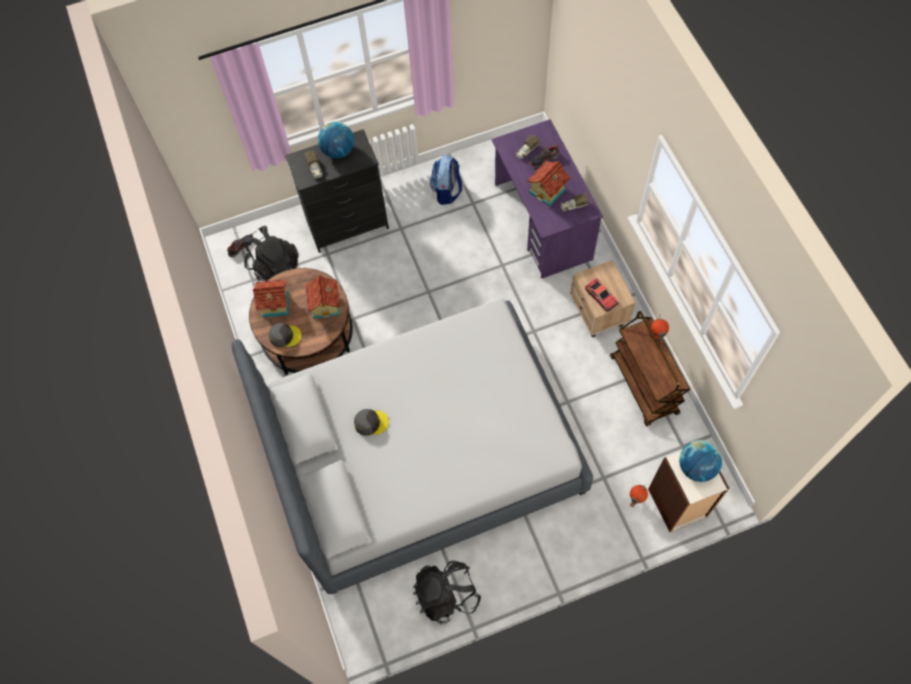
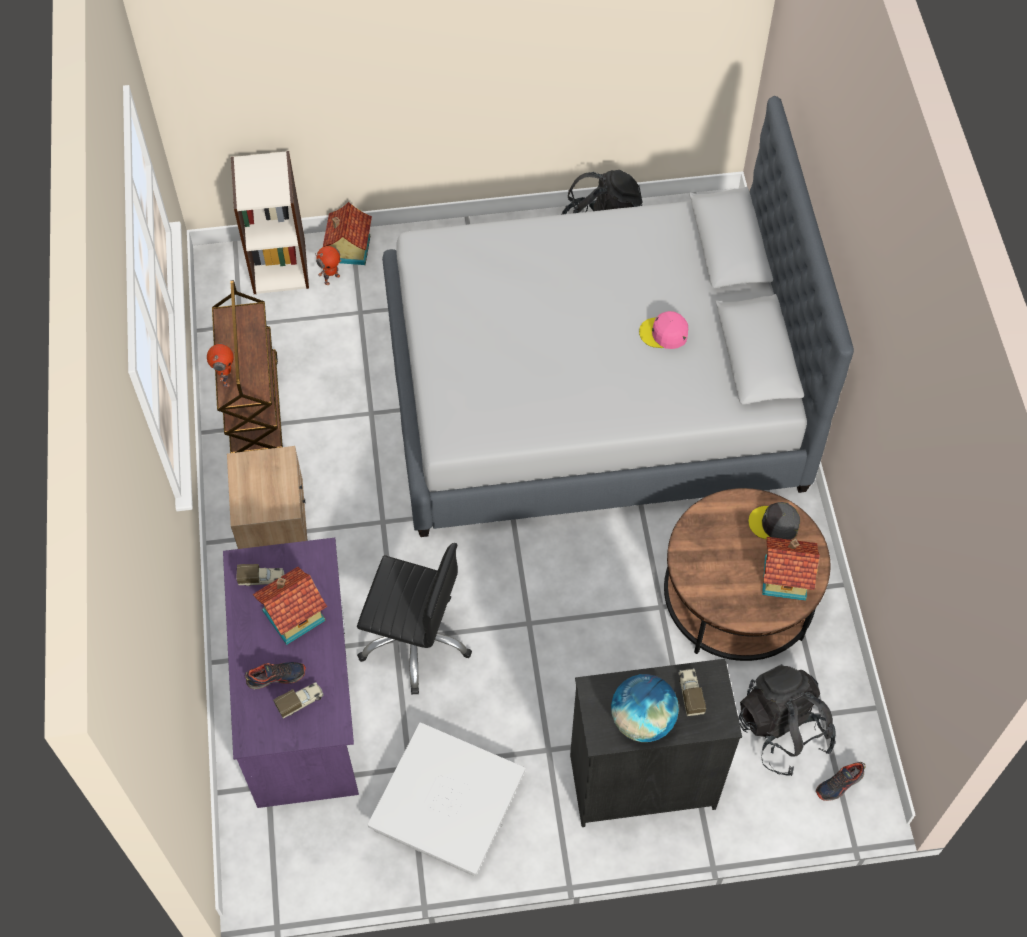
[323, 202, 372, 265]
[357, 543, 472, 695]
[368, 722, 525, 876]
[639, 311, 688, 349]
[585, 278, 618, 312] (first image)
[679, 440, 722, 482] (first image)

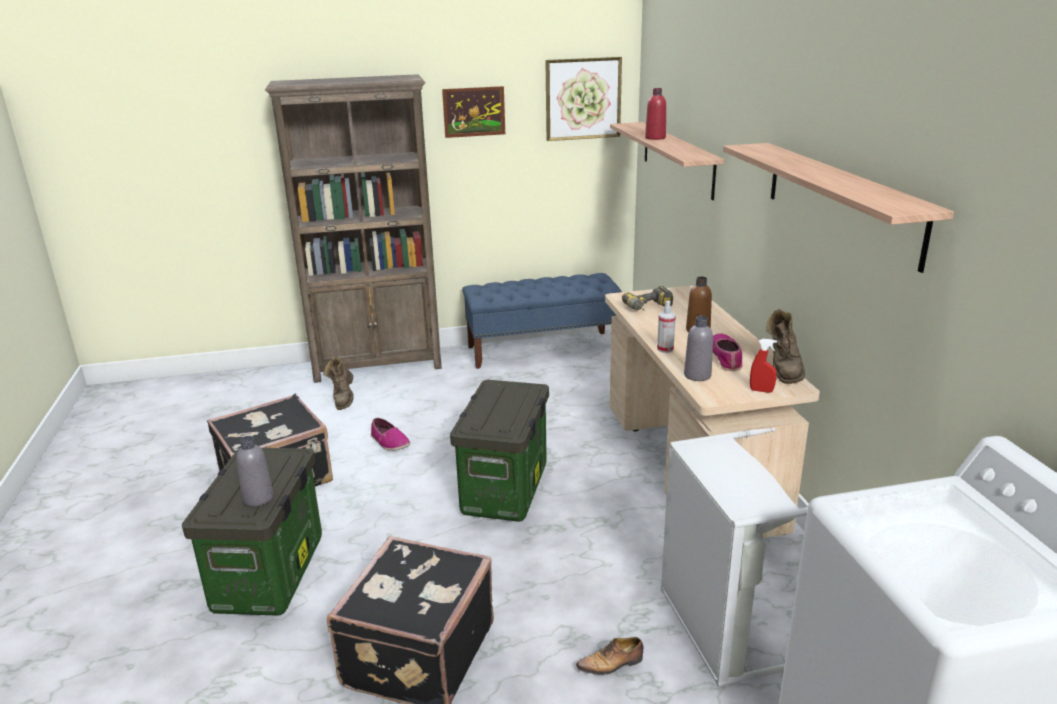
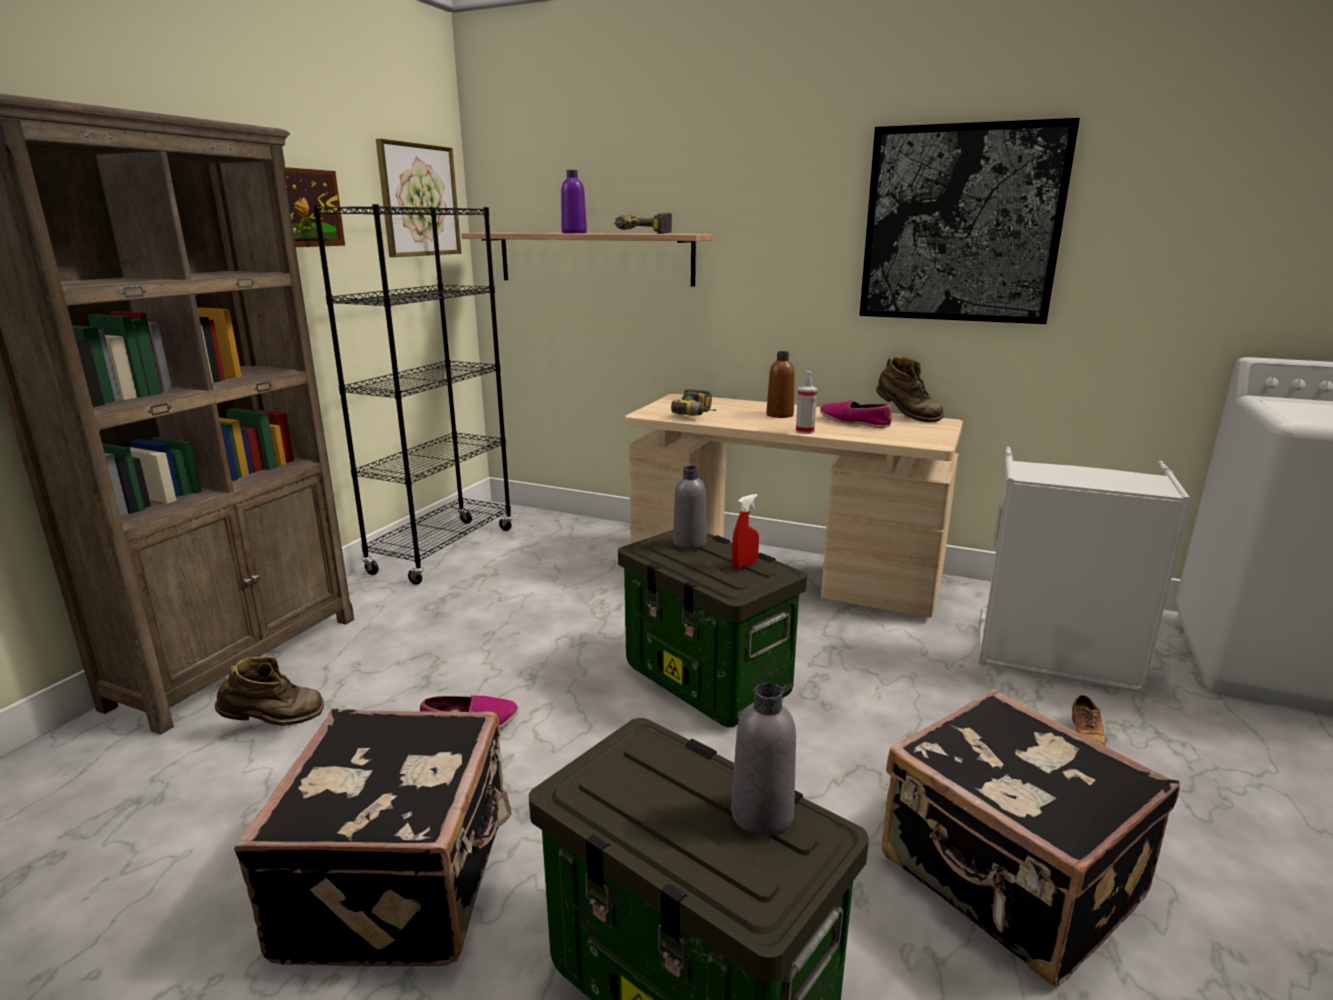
[215, 656, 324, 726]
[313, 204, 513, 584]
[561, 170, 587, 233]
[614, 213, 672, 234]
[673, 466, 707, 549]
[732, 494, 759, 568]
[860, 118, 1080, 324]

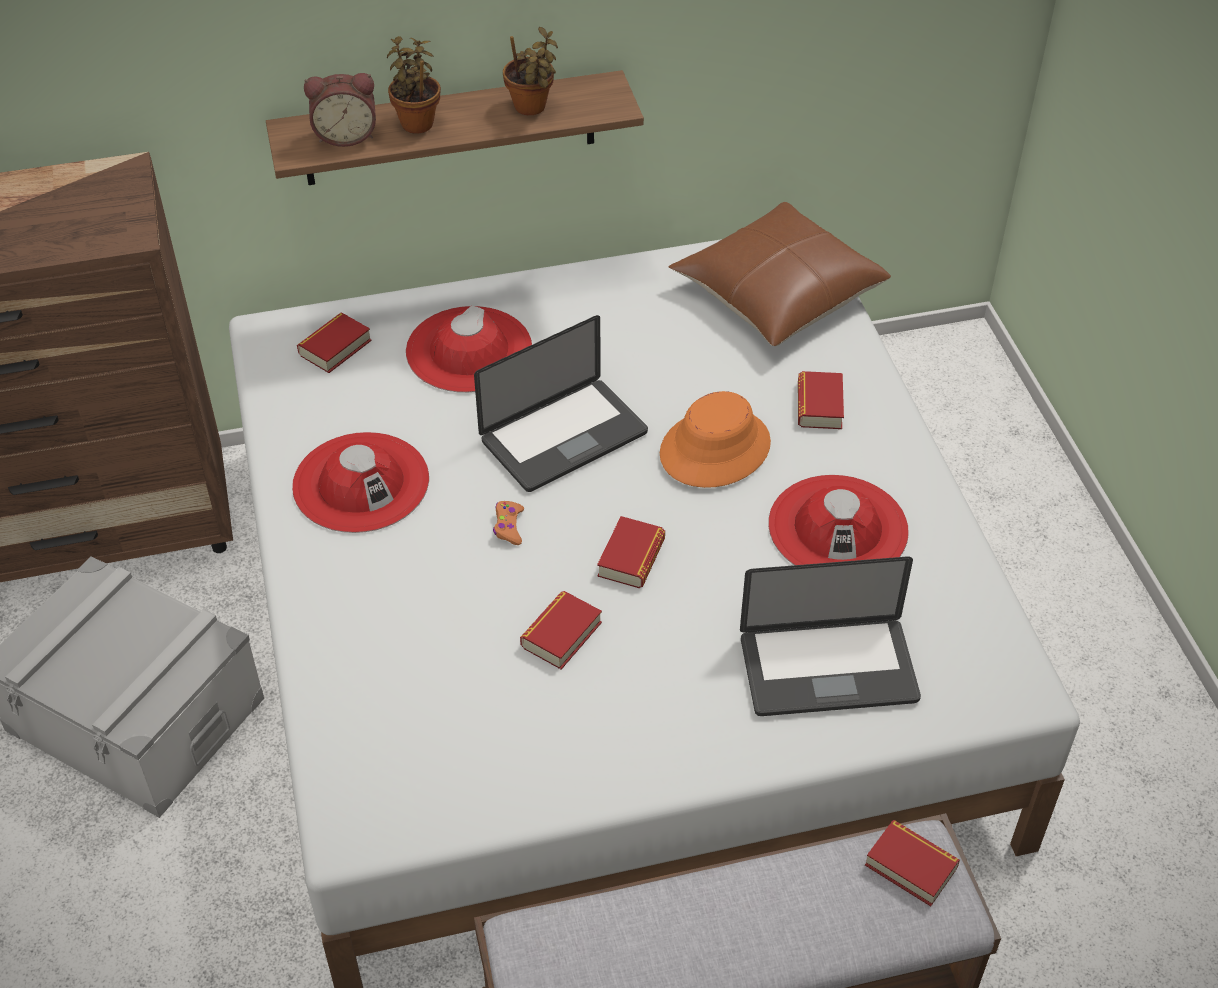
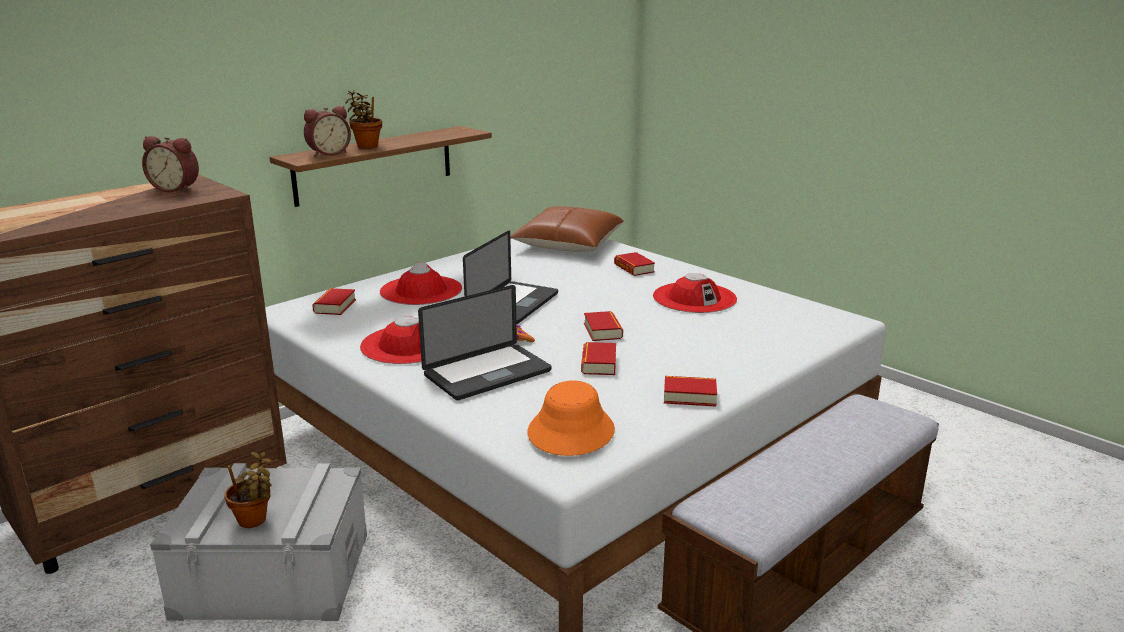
[142, 136, 199, 192]
[224, 452, 272, 528]
[418, 285, 552, 400]
[528, 380, 615, 456]
[664, 376, 717, 406]

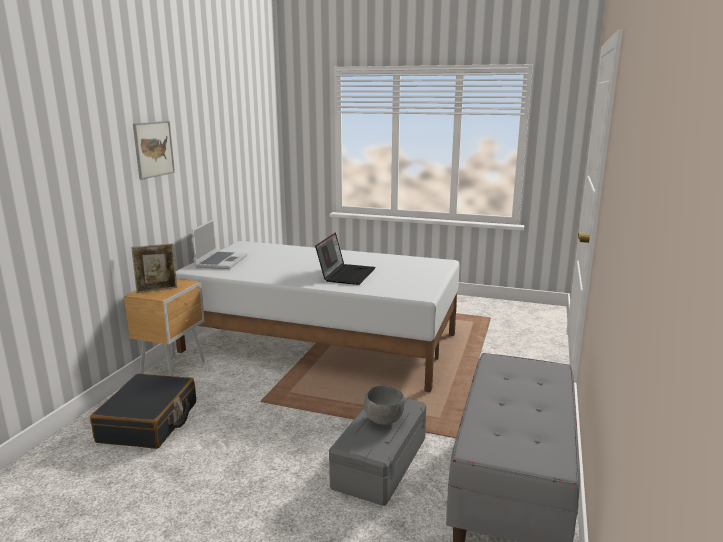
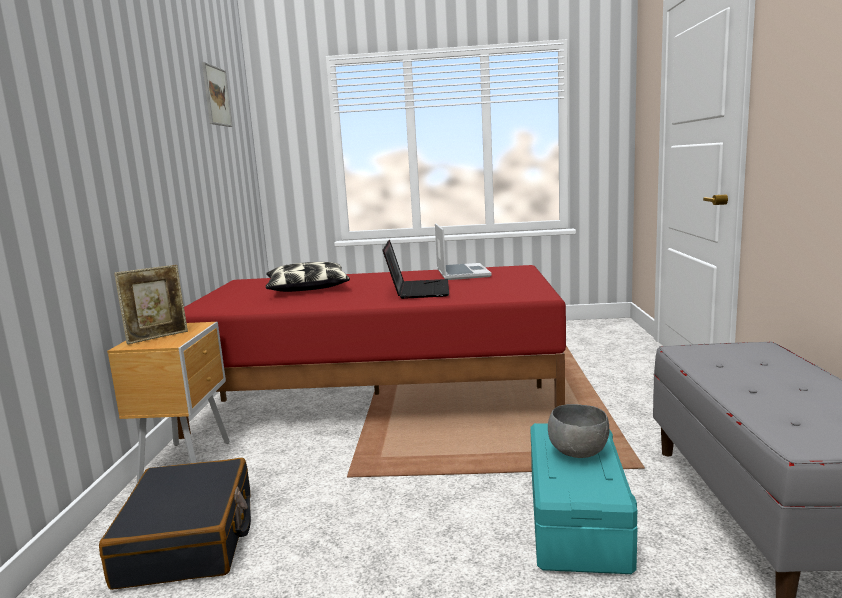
[177, 265, 566, 439]
[202, 62, 233, 127]
[266, 262, 350, 292]
[435, 223, 492, 280]
[531, 423, 637, 574]

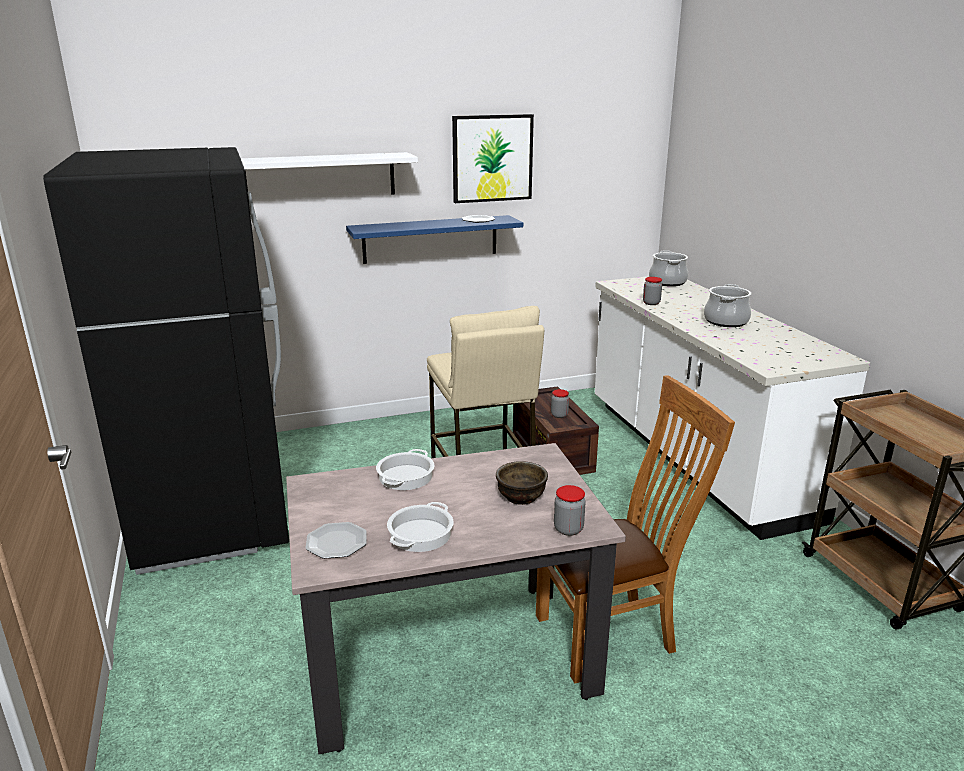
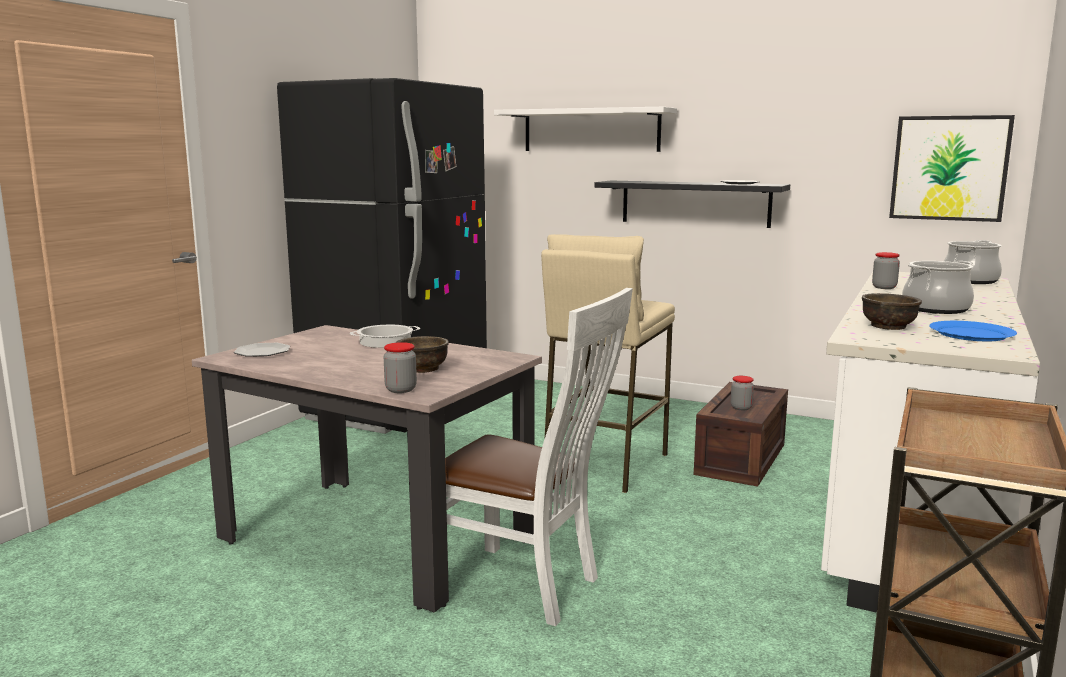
[445, 288, 633, 626]
[594, 181, 790, 228]
[862, 293, 922, 330]
[889, 115, 1015, 222]
[929, 321, 1017, 341]
[387, 502, 453, 552] (first image)

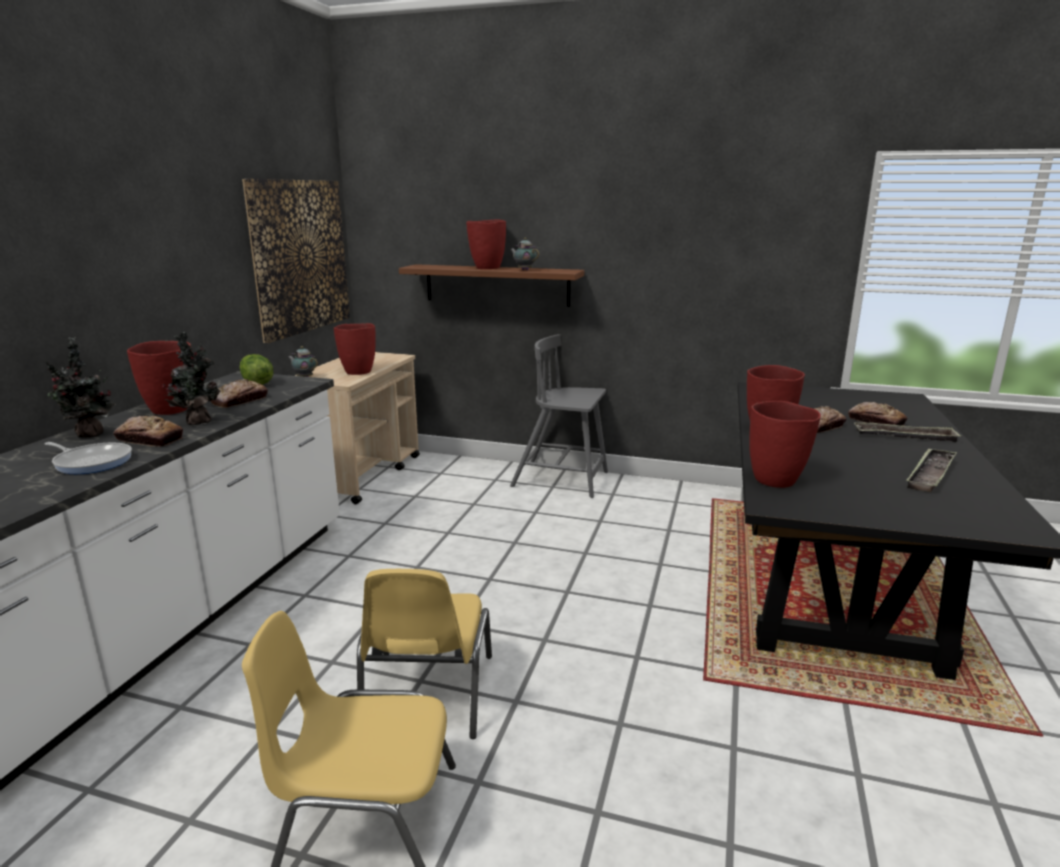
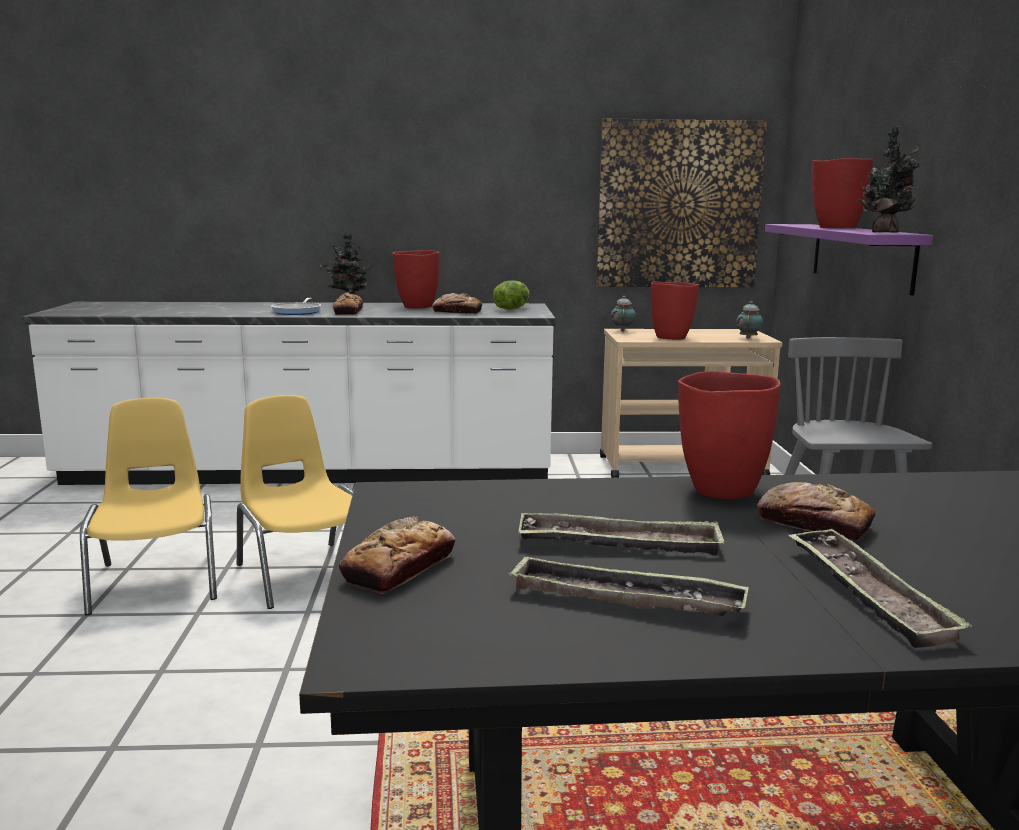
[237, 395, 353, 609]
[339, 516, 456, 594]
[518, 513, 725, 556]
[736, 301, 763, 339]
[765, 224, 933, 295]
[857, 125, 919, 233]
[749, 401, 821, 488] (first image)

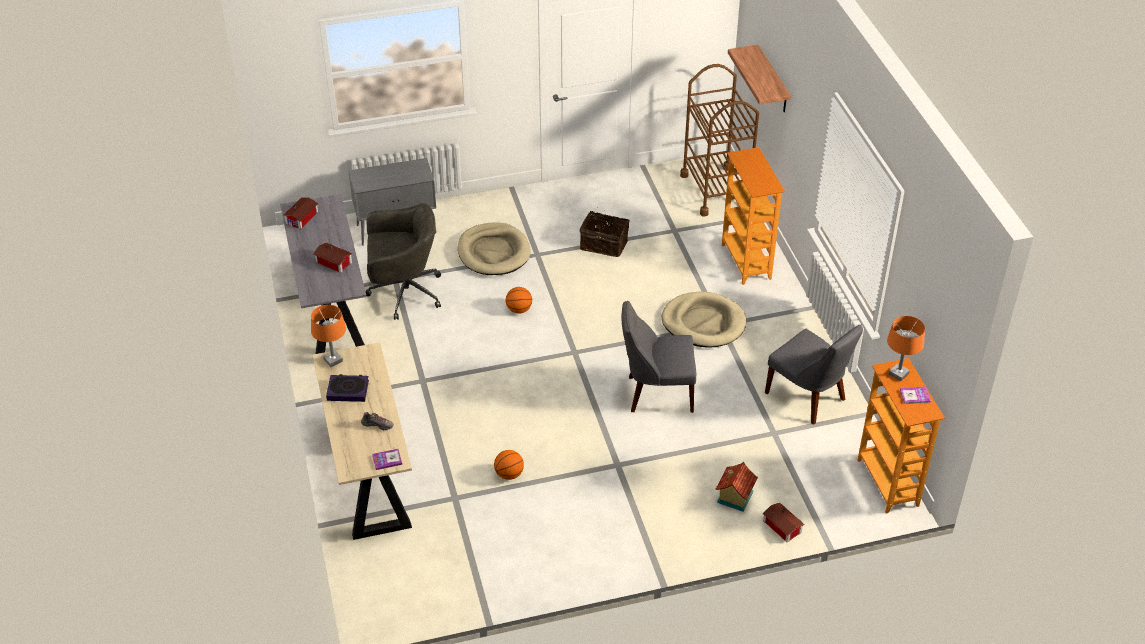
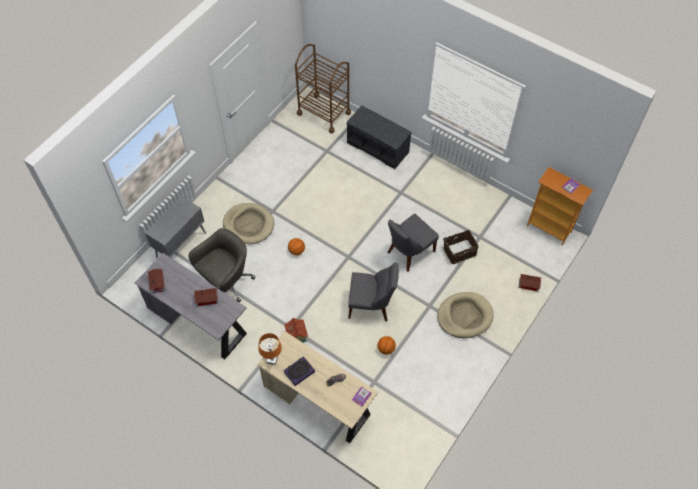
[284, 318, 308, 342]
[347, 106, 412, 169]
[348, 263, 399, 321]
[437, 292, 494, 338]
[443, 230, 478, 264]
[728, 45, 791, 112] (first image)
[887, 316, 925, 381] (first image)

